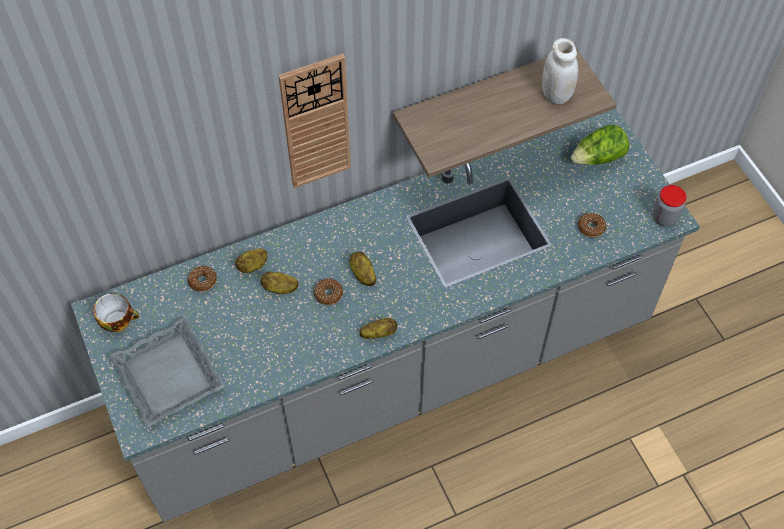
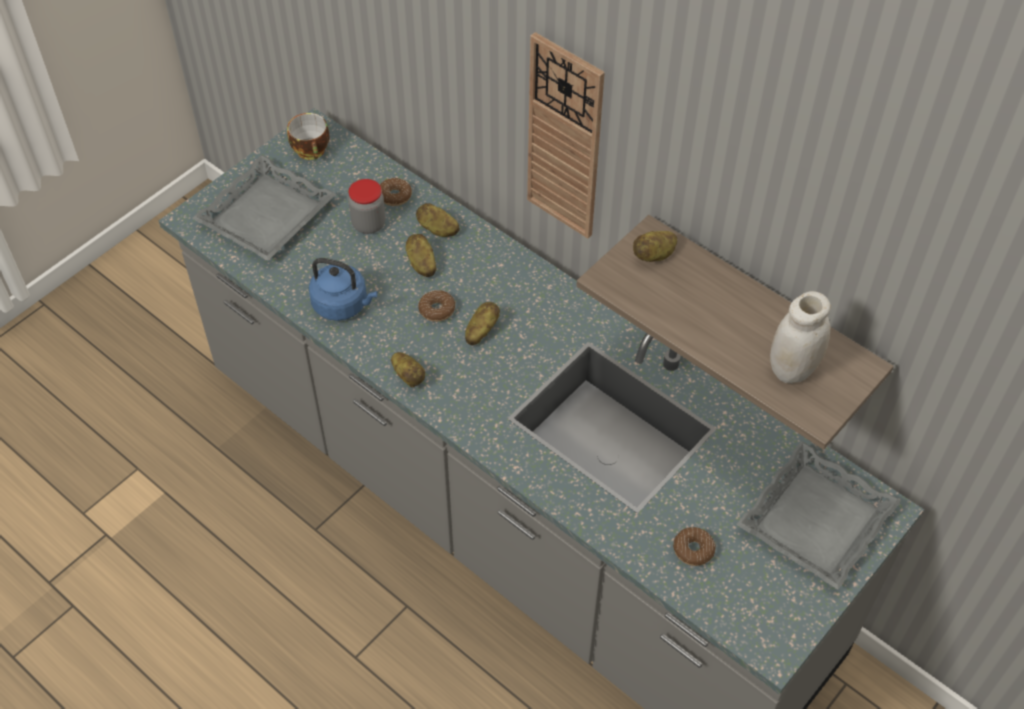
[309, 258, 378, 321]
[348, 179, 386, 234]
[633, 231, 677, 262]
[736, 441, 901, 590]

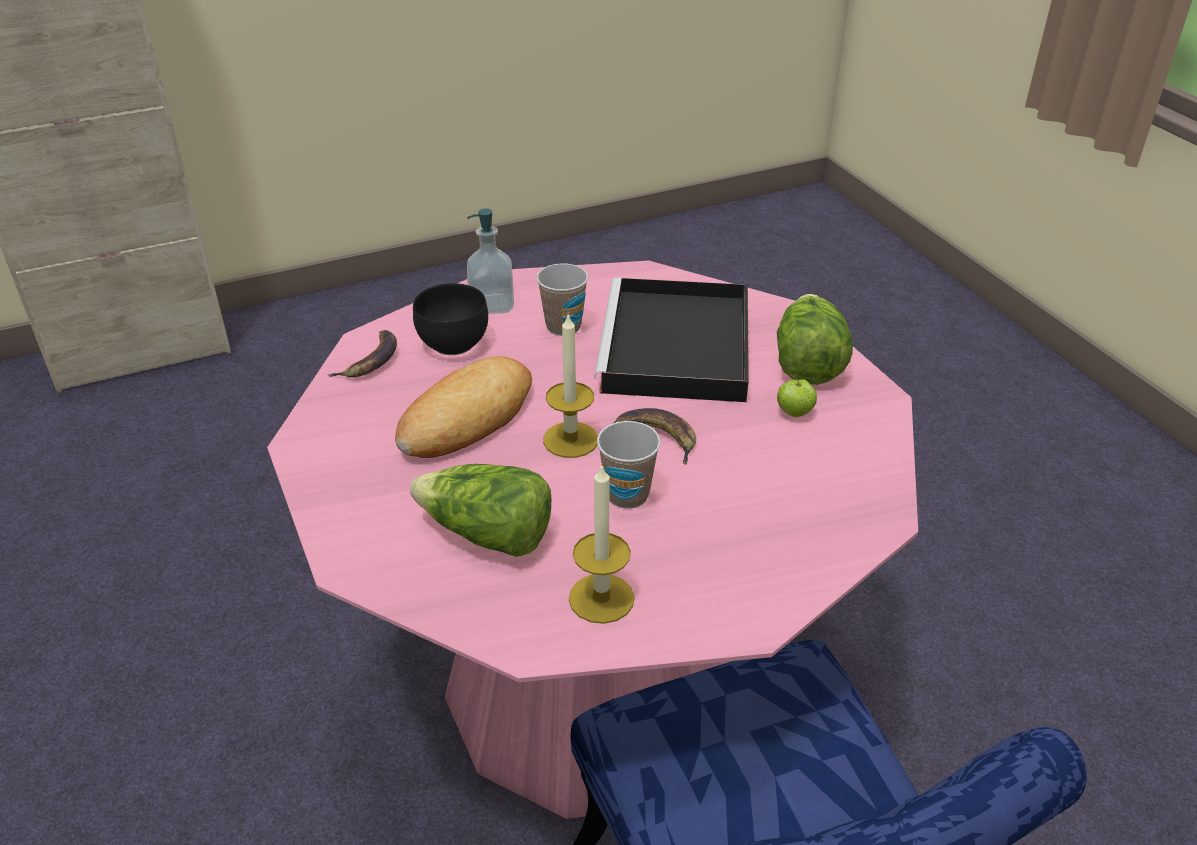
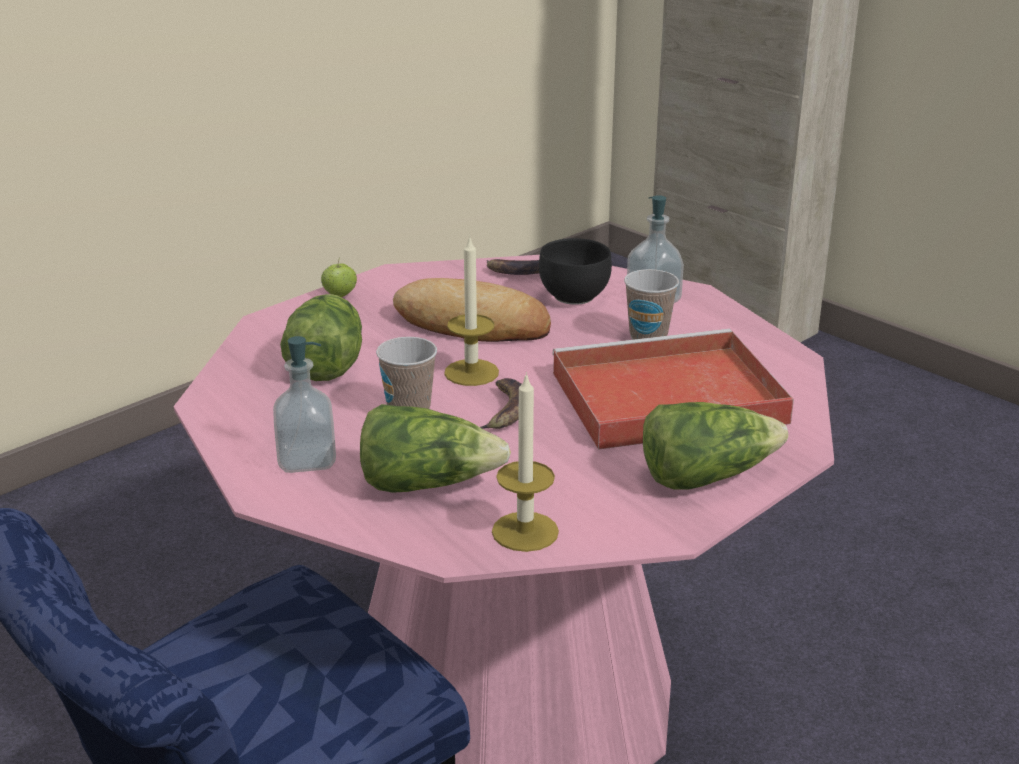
[273, 336, 336, 473]
[321, 257, 357, 297]
[360, 404, 511, 493]
[492, 372, 559, 552]
[552, 329, 794, 450]

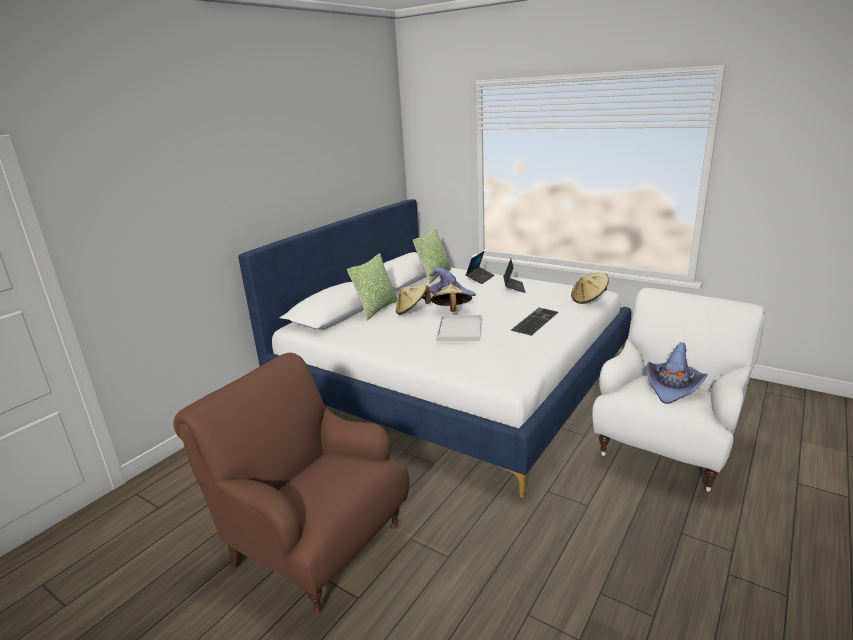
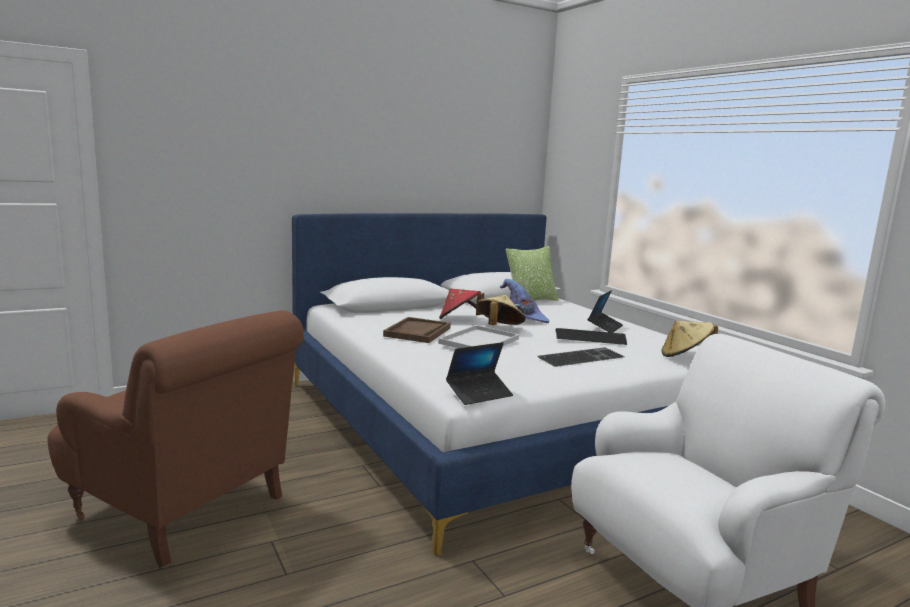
[48, 310, 304, 567]
[383, 317, 451, 343]
[439, 289, 484, 319]
[446, 342, 513, 405]
[555, 328, 627, 345]
[347, 253, 398, 320] (first image)
[647, 342, 707, 404] (first image)

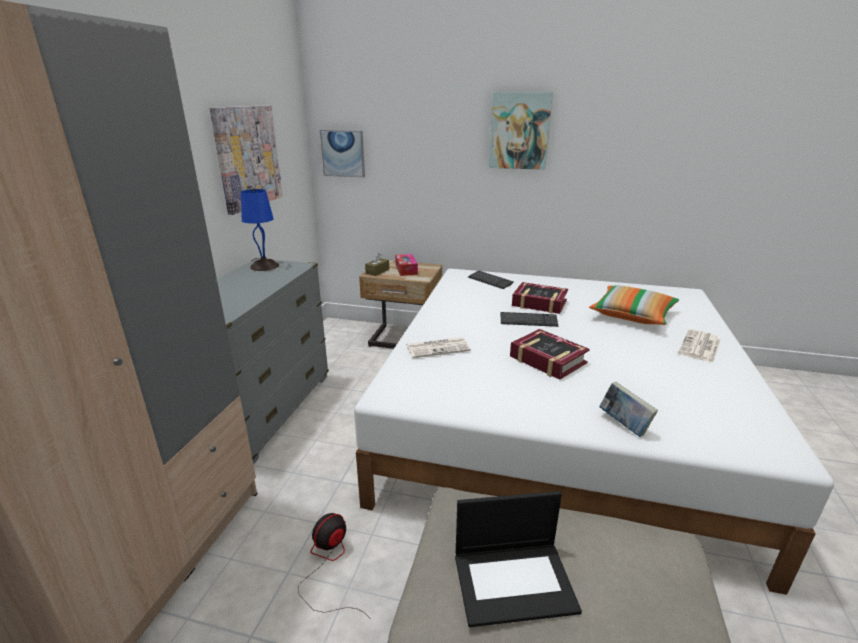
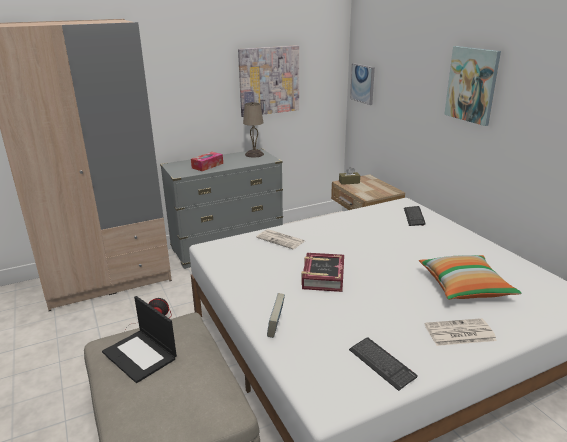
[191, 152, 223, 171]
[243, 102, 264, 158]
[349, 337, 418, 391]
[512, 282, 568, 314] (first image)

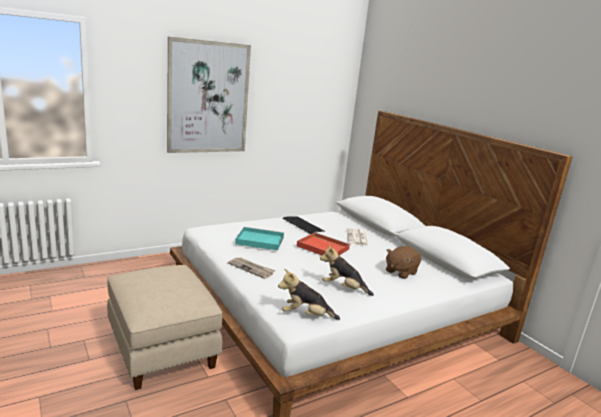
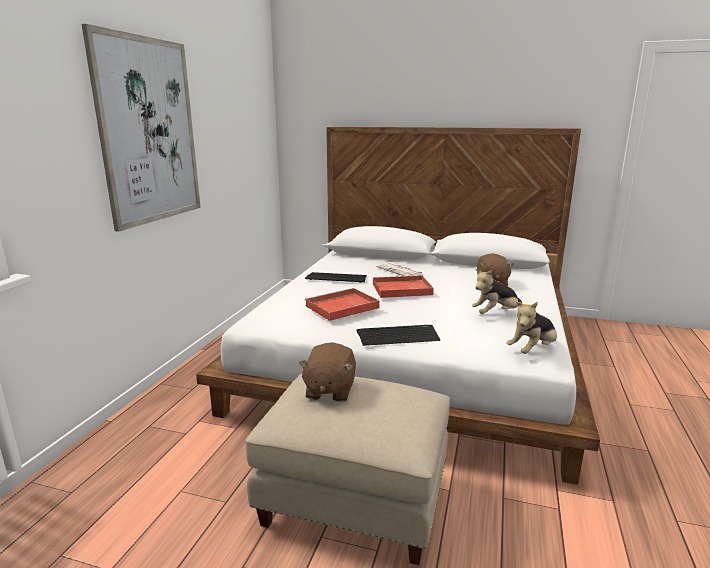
[299, 342, 356, 402]
[305, 288, 380, 321]
[356, 325, 440, 346]

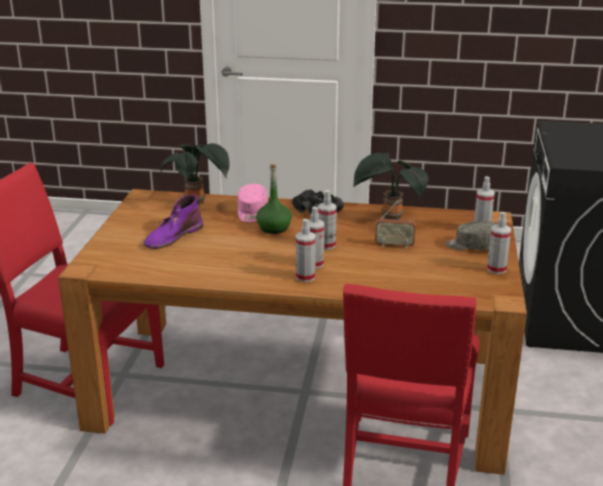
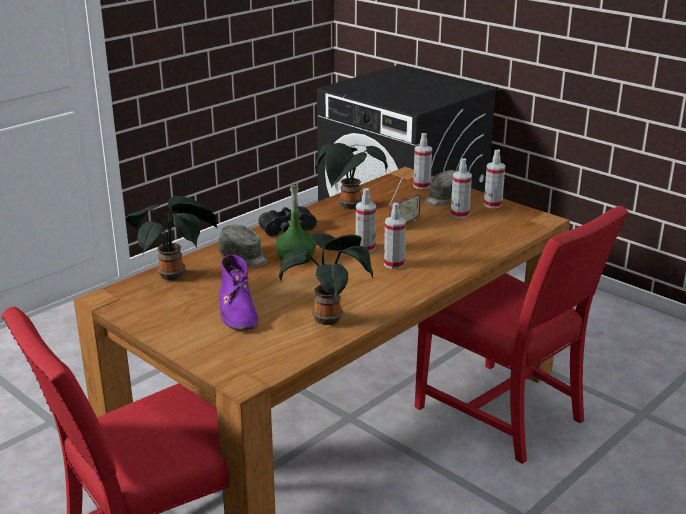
[218, 225, 268, 267]
[279, 233, 373, 325]
[451, 158, 472, 218]

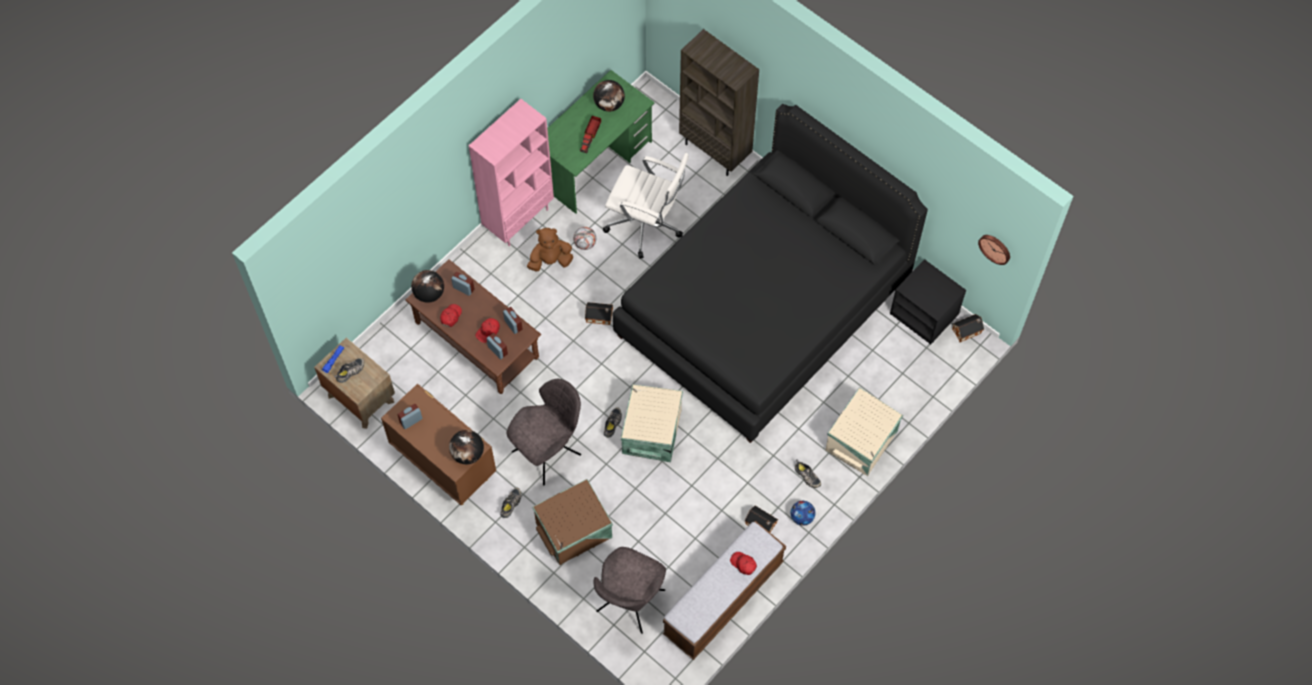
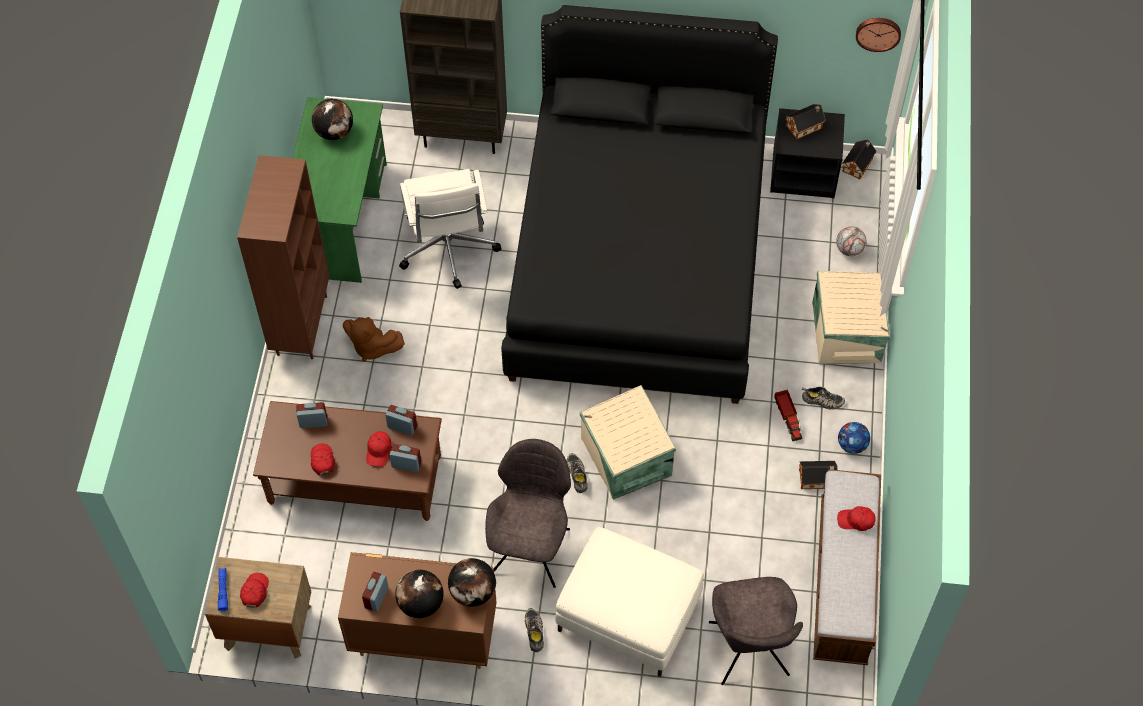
[237, 155, 329, 359]
[240, 573, 269, 607]
[343, 317, 405, 362]
[395, 570, 444, 618]
[399, 169, 502, 289]
[555, 527, 704, 677]
[774, 390, 802, 441]
[786, 104, 826, 140]
[836, 226, 867, 256]

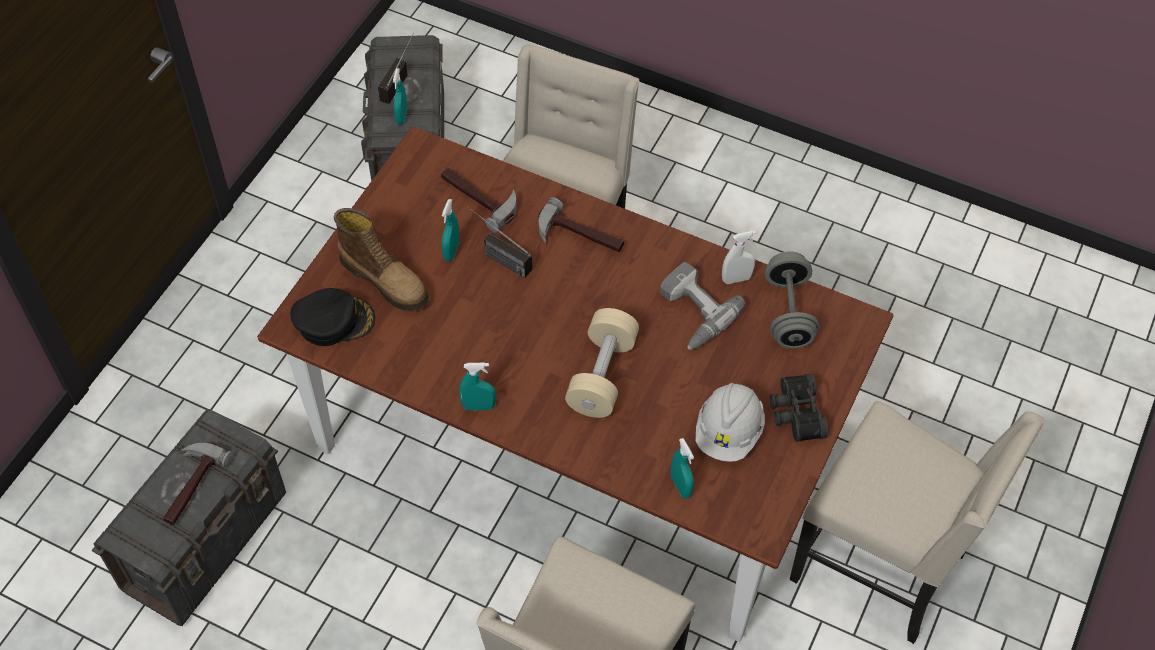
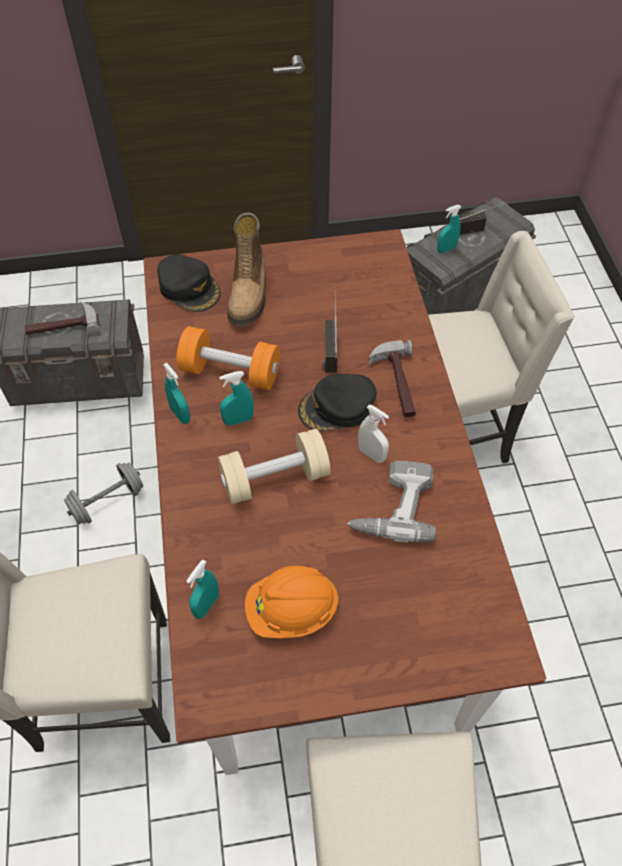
[64, 462, 143, 524]
[177, 326, 280, 390]
[219, 371, 254, 426]
[245, 566, 339, 638]
[298, 374, 377, 431]
[358, 405, 389, 463]
[441, 168, 517, 233] (first image)
[770, 374, 828, 442] (first image)

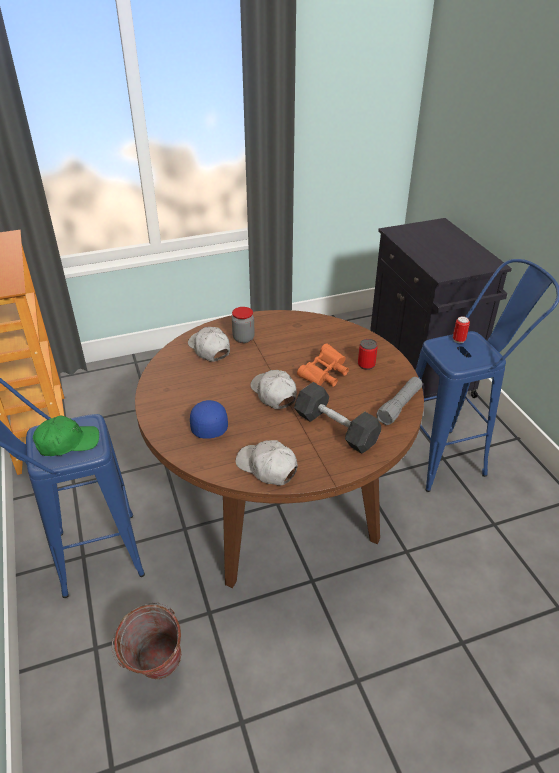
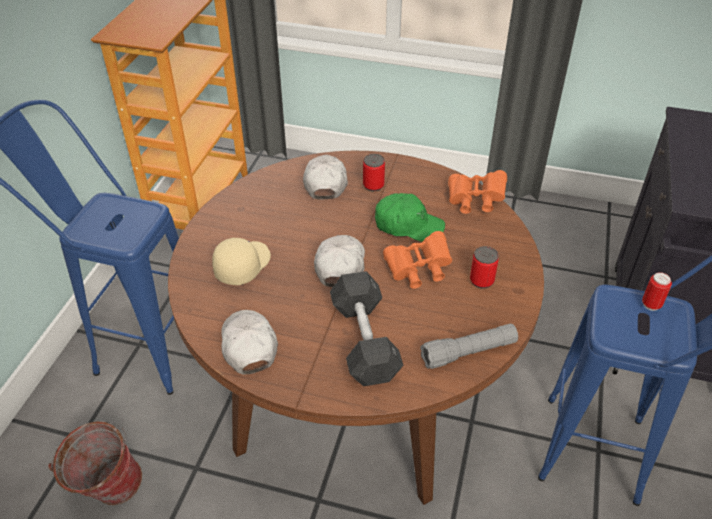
[212, 238, 271, 285]
[363, 154, 385, 191]
[375, 193, 445, 242]
[448, 170, 507, 214]

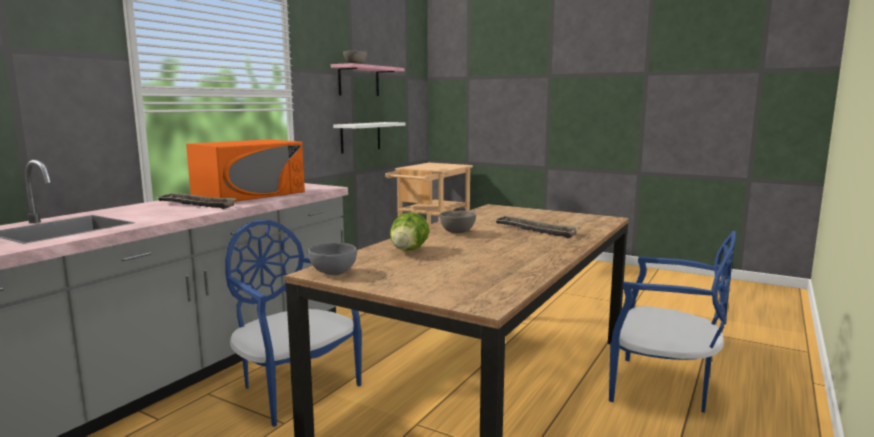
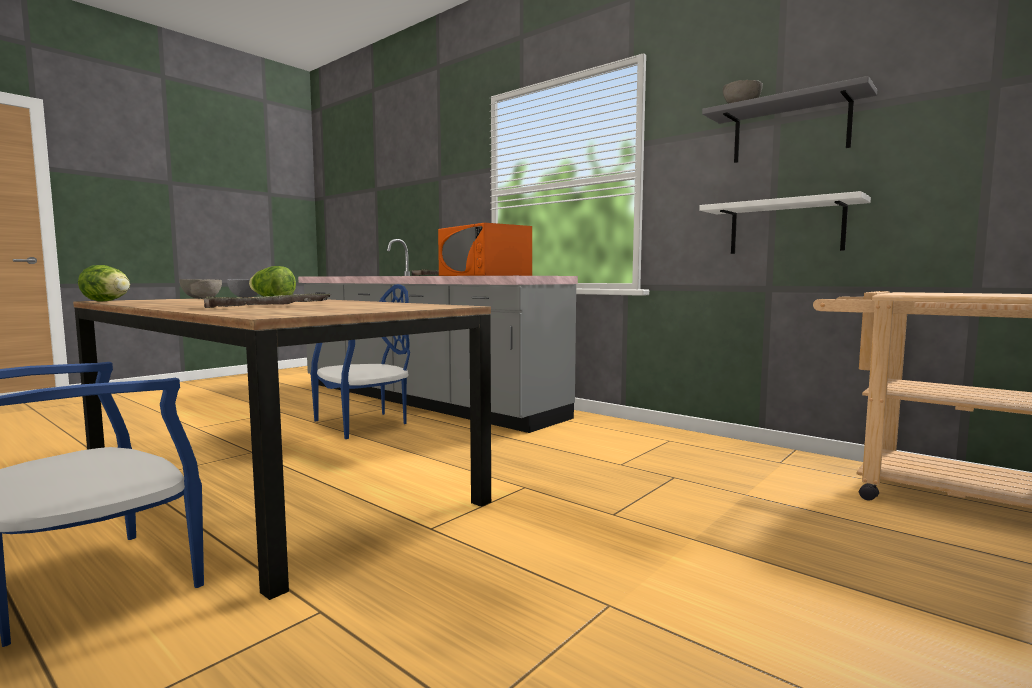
[78, 265, 130, 302]
[179, 279, 222, 299]
[702, 76, 877, 163]

